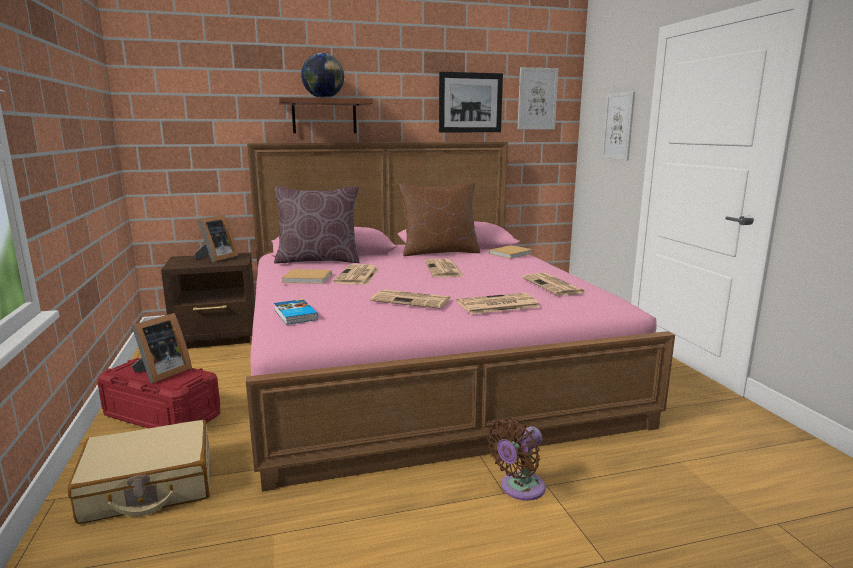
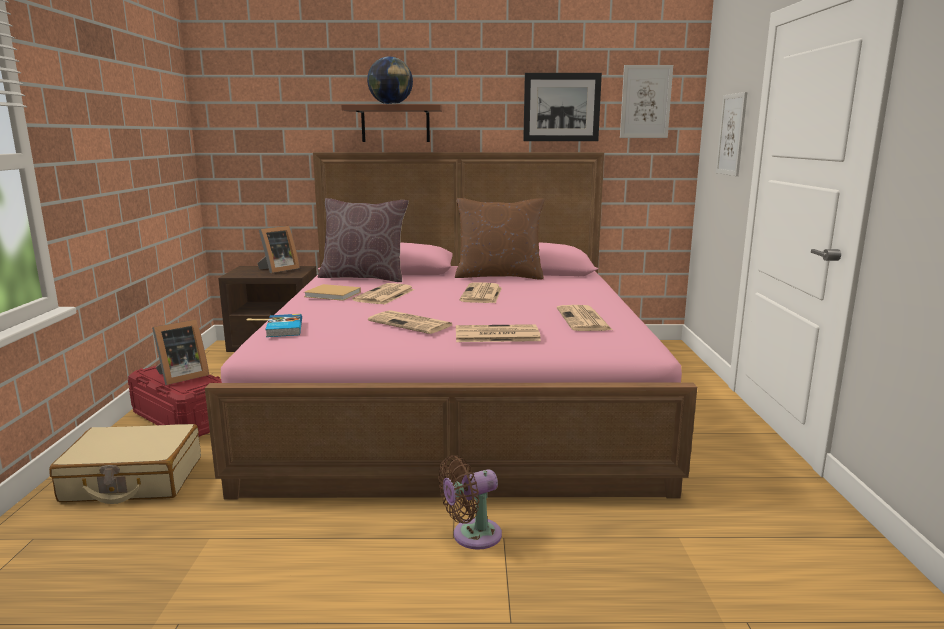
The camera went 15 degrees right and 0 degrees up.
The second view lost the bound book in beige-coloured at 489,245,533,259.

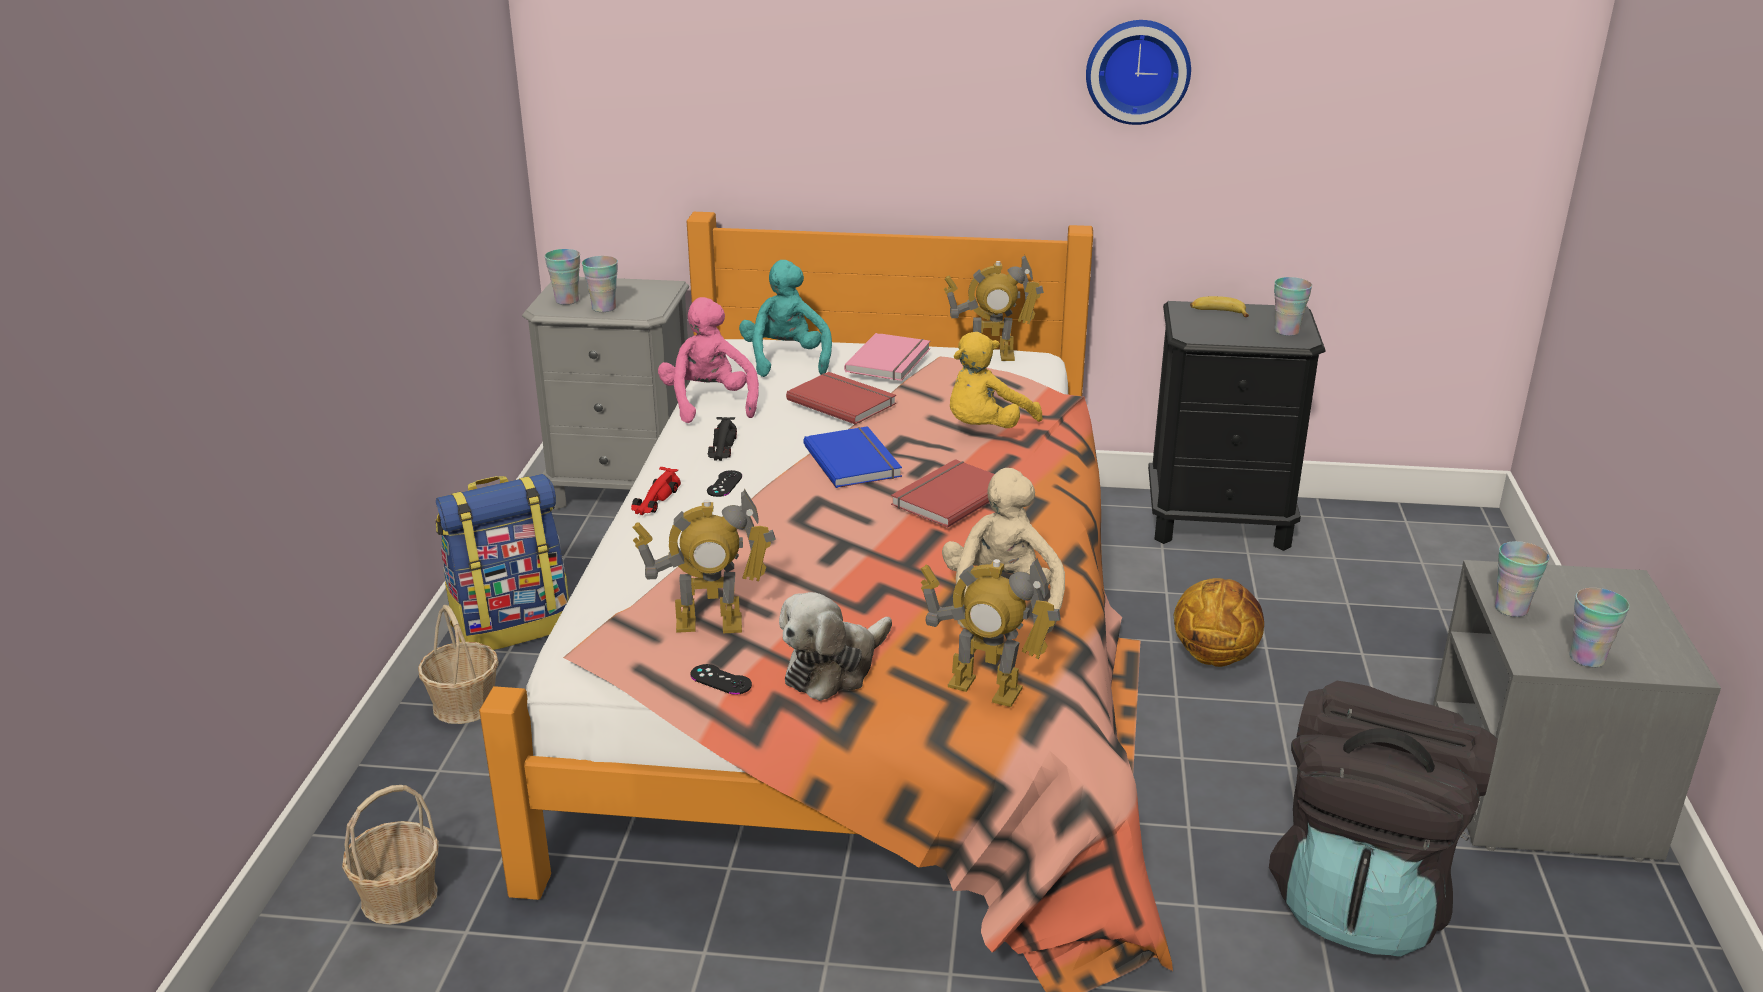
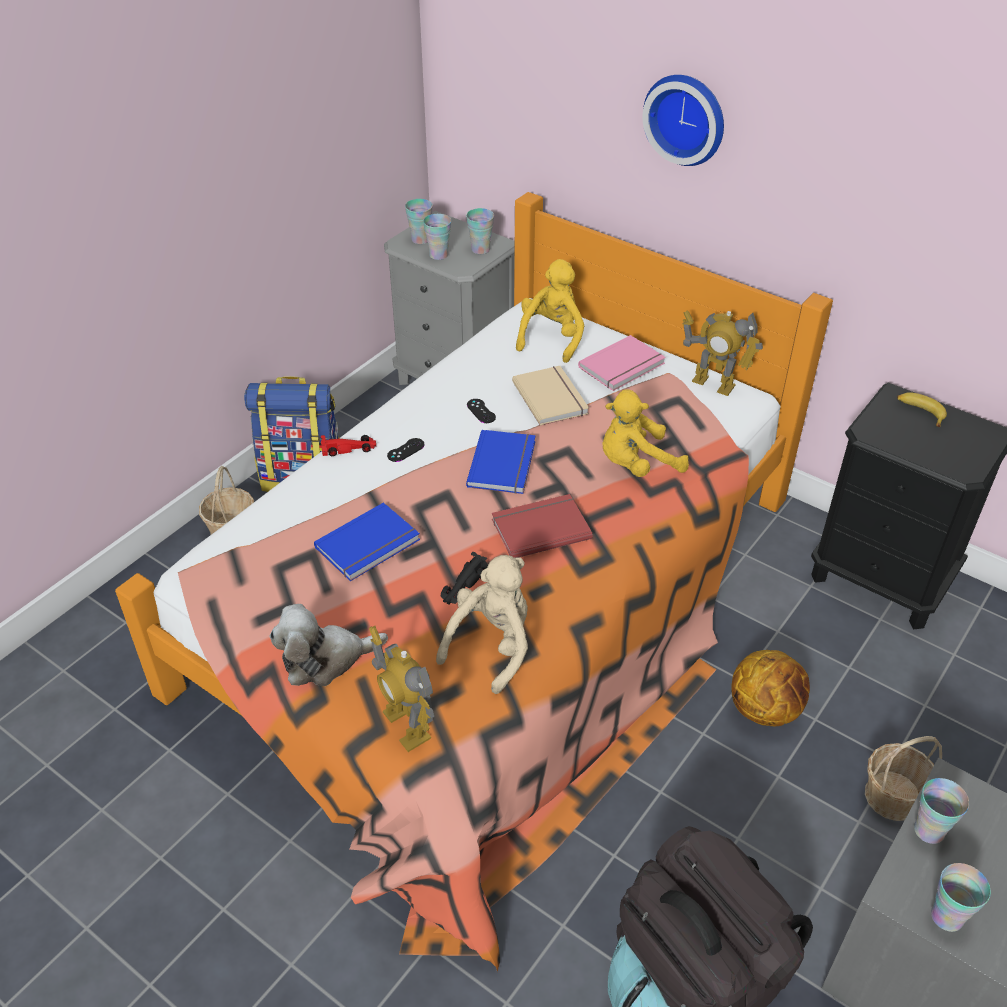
The camera went 30 degrees right and 15 degrees up.
The second view lost the toy robot at 632,489,776,633.
The second view lost the cuddly toy in pink-coloured at 658,297,759,423.
The second view gained the bound book in blue-coloured at 314,502,420,581.
The storage basket ended up elsewhere, having gone from 342,785,439,925 to 865,736,942,821.
The joypad in blackish ended up elsewhere, having gone from 691,664,752,695 to 467,399,496,423.
The model car in blackish ended up elsewhere, having gone from 708,417,737,461 to 441,552,488,605.
The clock on the wall ended up elsewhere, having gone from 1086,20,1191,125 to 643,75,724,166.
The drinking cup ended up elsewhere, having gone from 1274,277,1312,336 to 466,208,494,254.
What was the cuddly toy in blue-green at 739,260,832,377 turned into the cuddly toy in yellow at 516,259,584,363.
What was the bound book in reddish at 786,372,896,425 turned into the bound book in beige-coloured at 512,366,589,426.
The model car in reddish at 631,467,681,515 ended up facing another way, 150 degrees counterclockwise from before.

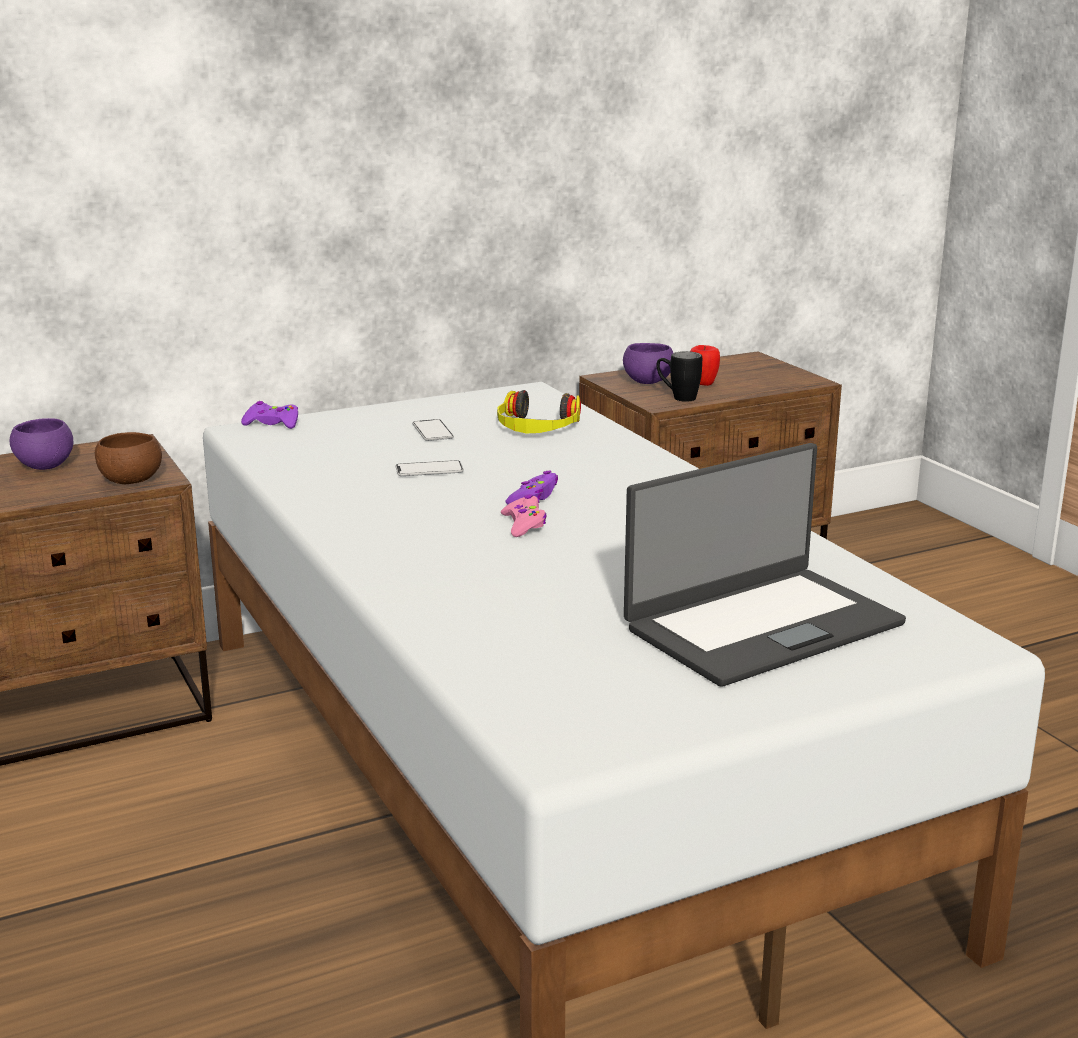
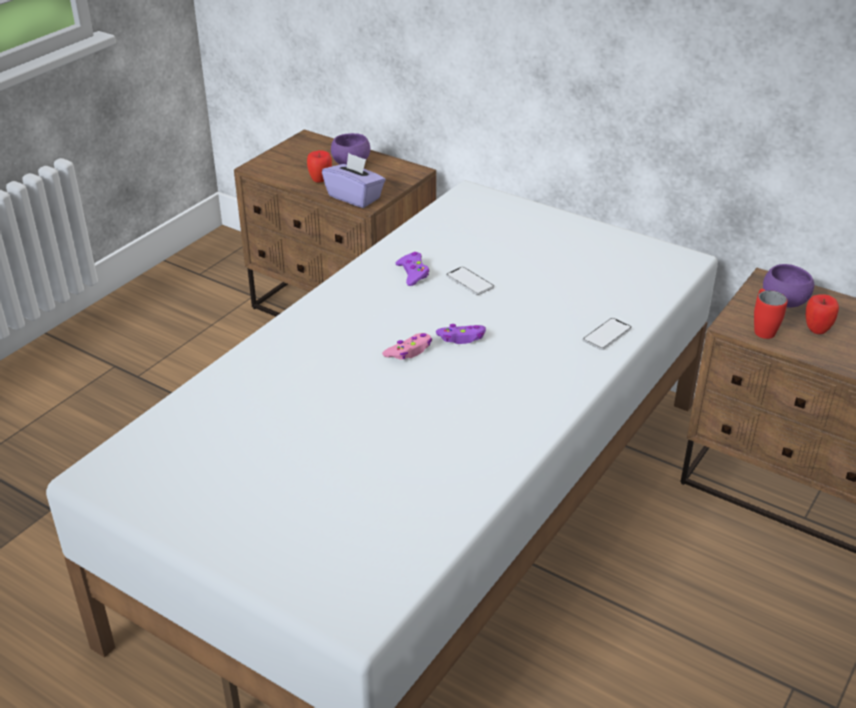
The camera went 60 degrees right and 15 degrees up.
The second view lost the pair of headphones at 497,390,581,433.
The second view lost the notebook computer at 624,443,906,686.
The second view gained the apple fruit at 307,150,332,182.
The joypad in purplish ended up elsewhere, having gone from 241,401,298,429 to 396,252,429,286.
The telephone ended up elsewhere, having gone from 412,419,454,441 to 583,318,632,350.
Where the serving bowl in brown-coloured stood at 95,432,162,484, the tissue box in purplish came to stand at 322,152,386,208.
What was the tea mug in blackish at 656,351,702,402 turned into the tea mug in reddish at 754,289,788,339.

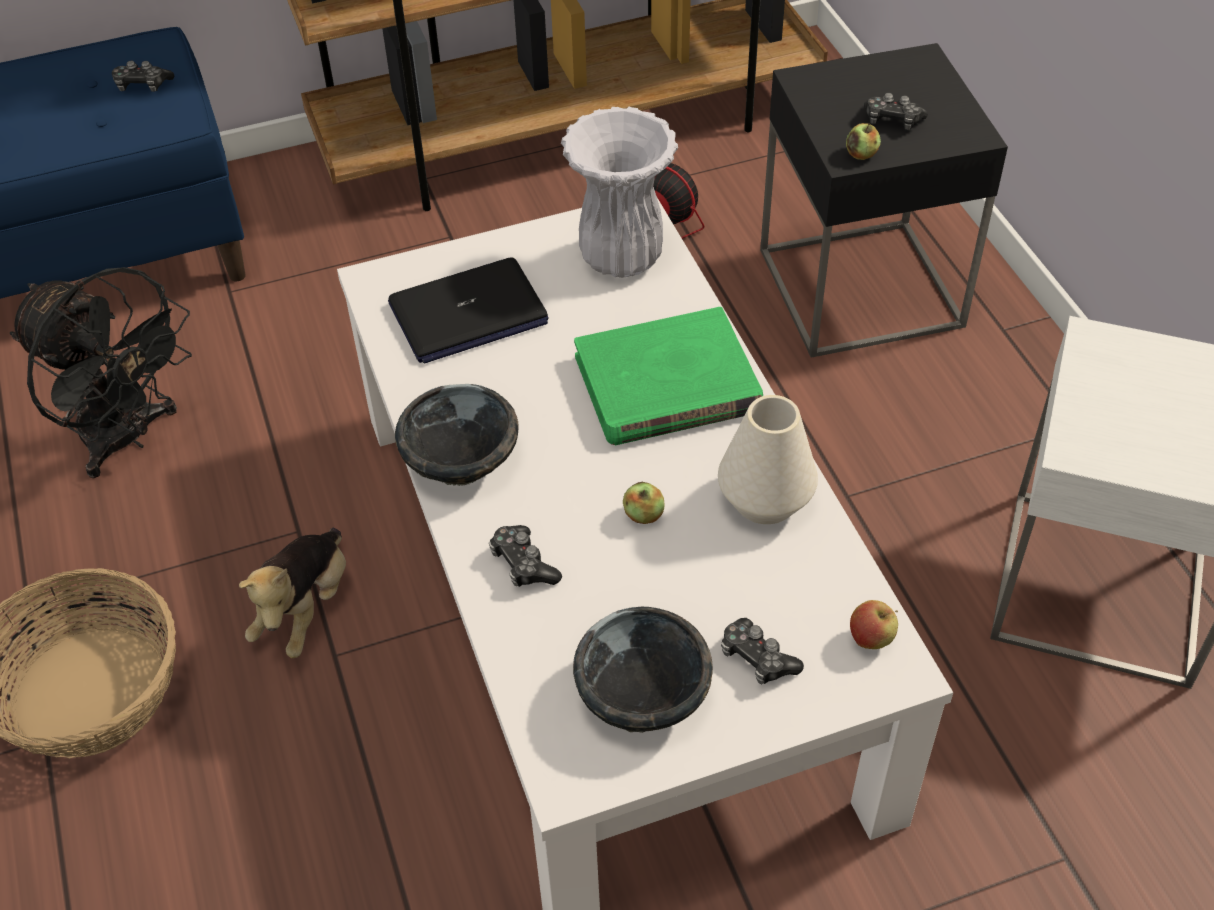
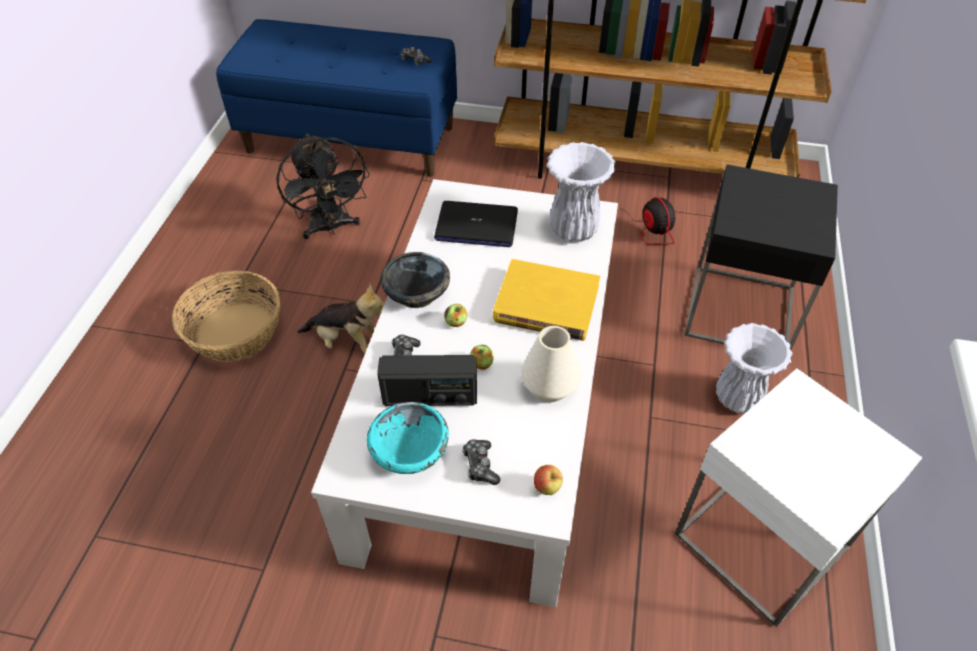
The camera went 30 degrees right and 0 degrees up.
The second view lost the joypad at 864,93,928,130.
The second view gained the radio set at 377,355,477,406.
The second view gained the decorative vase in white at 716,323,792,413.
The apple fruit ended up elsewhere, having gone from 846,123,881,160 to 444,304,467,327.
What was the serving bowl in blackish at 573,607,713,733 turned into the serving bowl in blue-green at 367,402,449,474.
What was the bound book in green at 574,307,763,445 turned into the bound book in yellow at 493,259,600,341.
The cuddly toy at 239,528,346,658 ended up facing another way, 120 degrees counterclockwise from before.

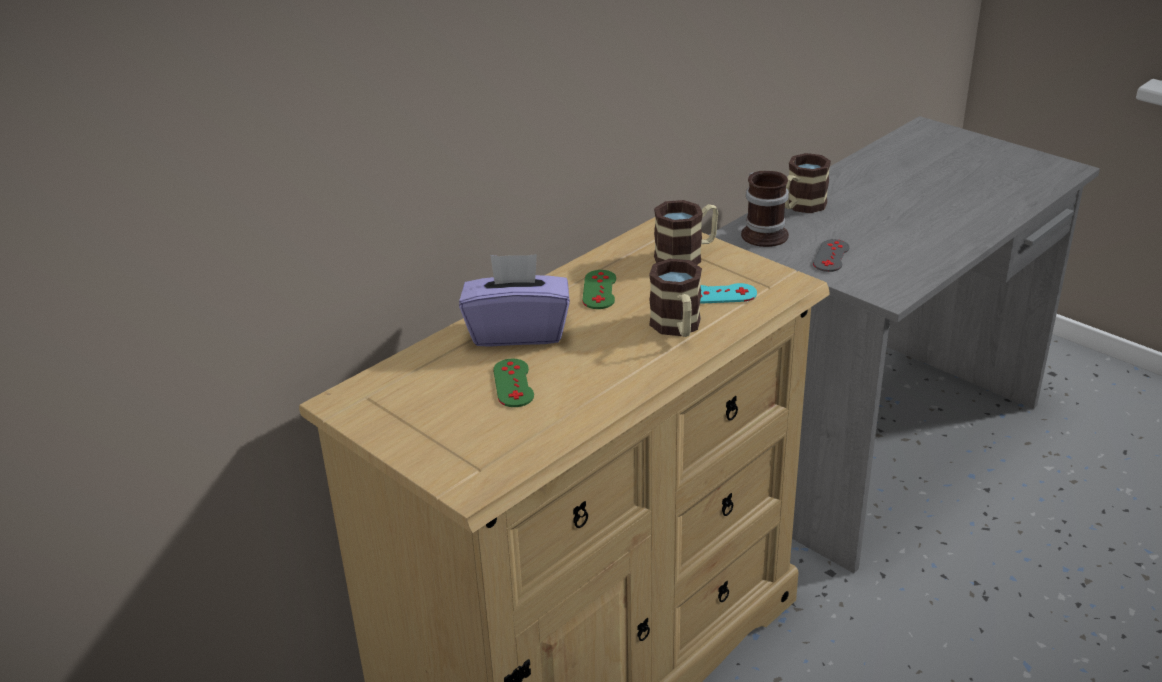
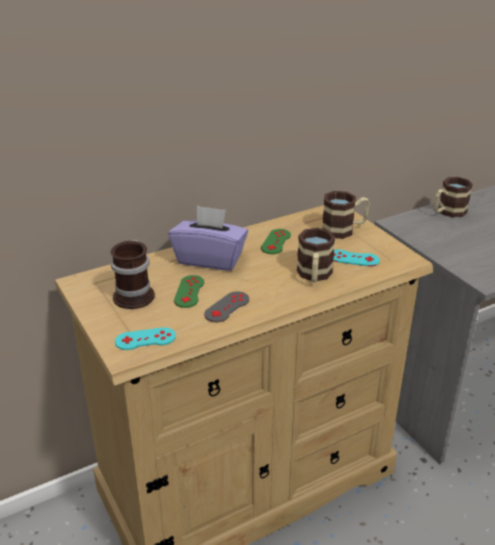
The camera went 15 degrees right and 0 degrees up.
The second view gained the joypad in blue-green at 115,327,176,350.
The tea mug ended up elsewhere, having gone from 741,171,789,247 to 111,240,155,309.
The joypad in greyish ended up elsewhere, having gone from 813,239,849,272 to 204,291,249,322.

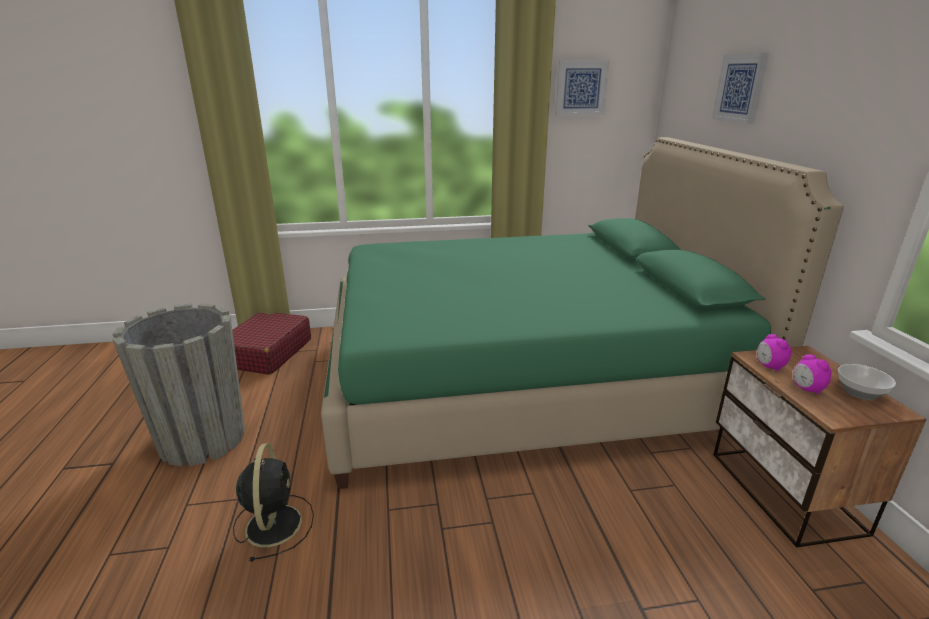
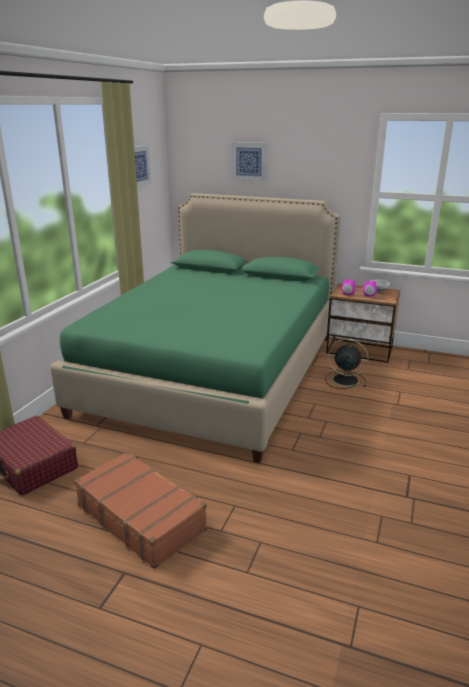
The camera went 60 degrees left and 0 degrees up.
The electric fan in blackish ended up elsewhere, having gone from 233,443,314,562 to 325,339,368,389.
Where the plant pot in greyish stood at 112,303,245,467, the piece of luggage in brown-coloured came to stand at 74,452,207,569.

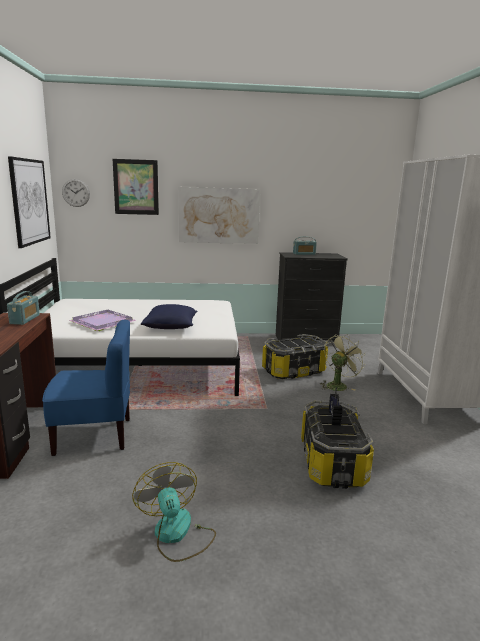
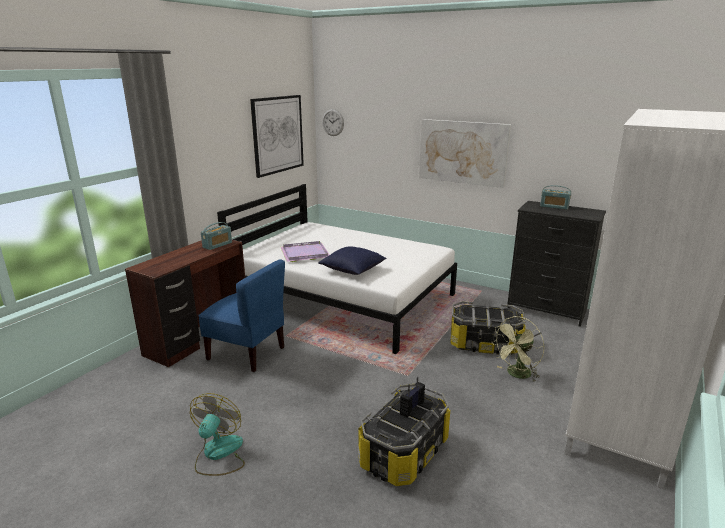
The camera went 35 degrees right and 5 degrees up.
The second view lost the wall art at 113,159,159,215.
The electric fan in green at 320,334,366,391 ended up facing another way, 150 degrees clockwise from before.

